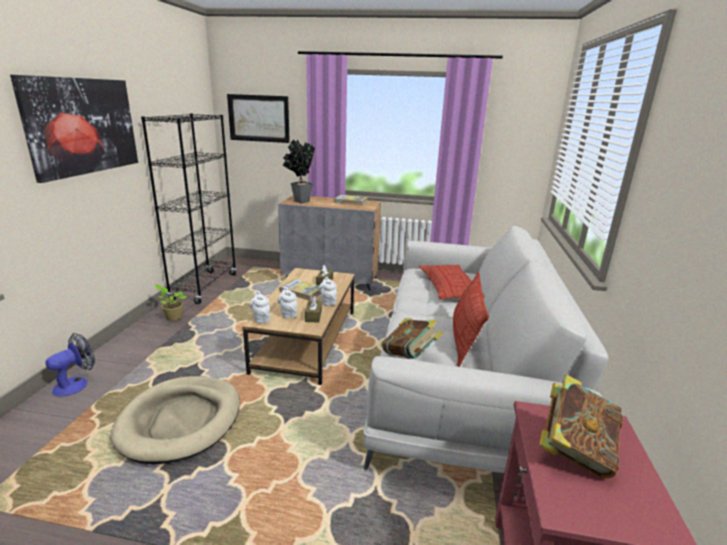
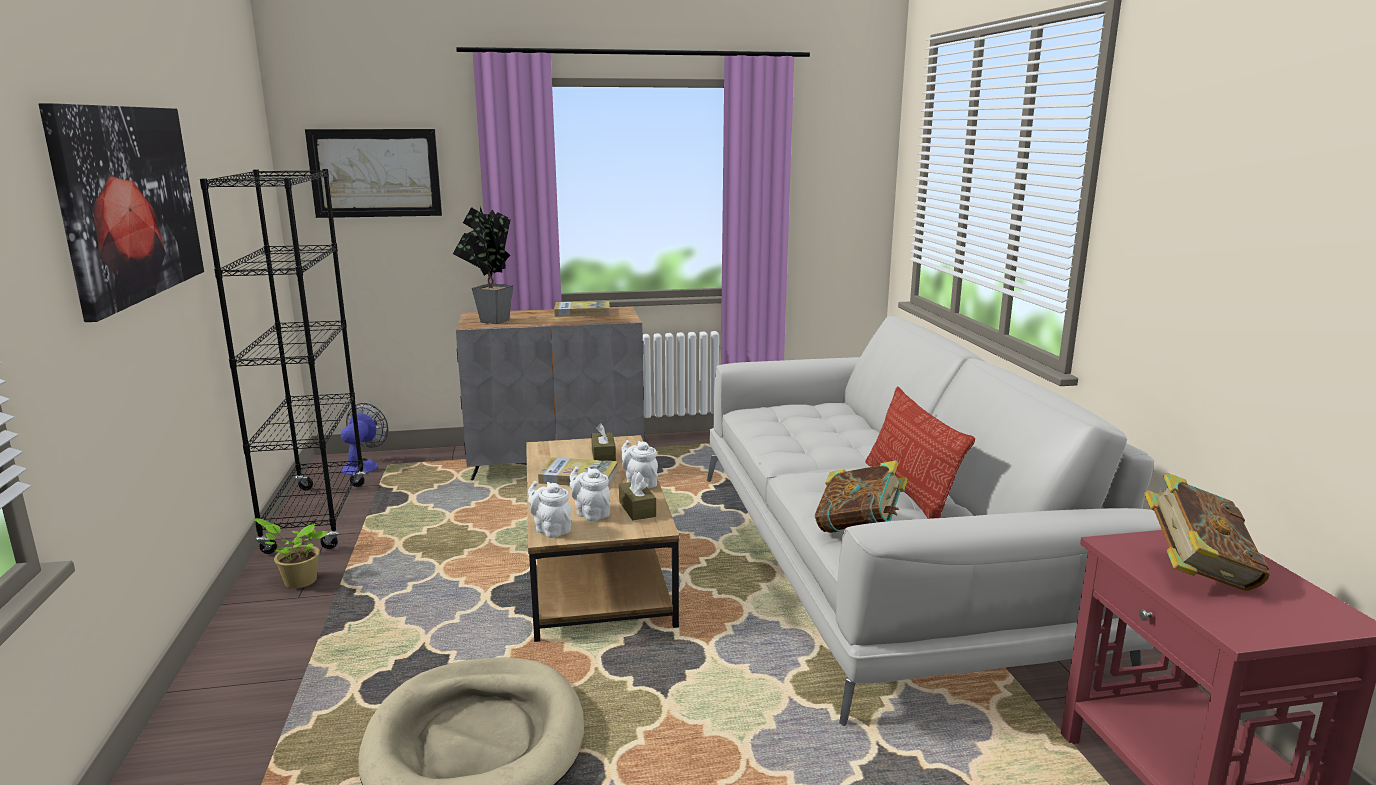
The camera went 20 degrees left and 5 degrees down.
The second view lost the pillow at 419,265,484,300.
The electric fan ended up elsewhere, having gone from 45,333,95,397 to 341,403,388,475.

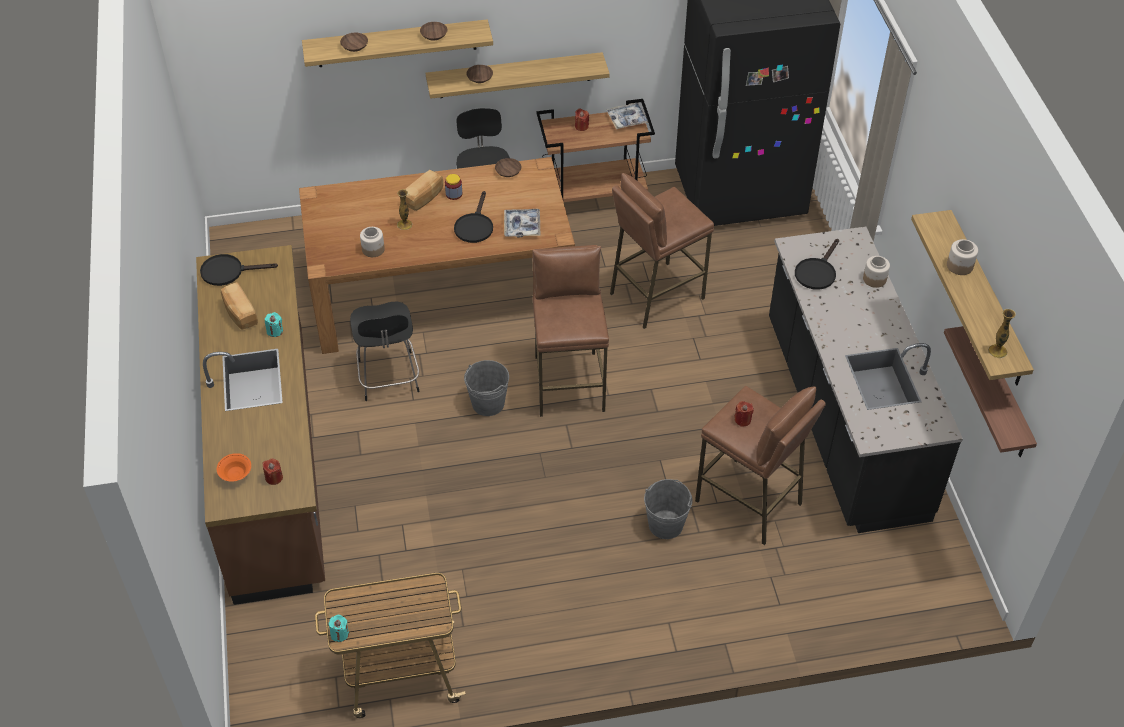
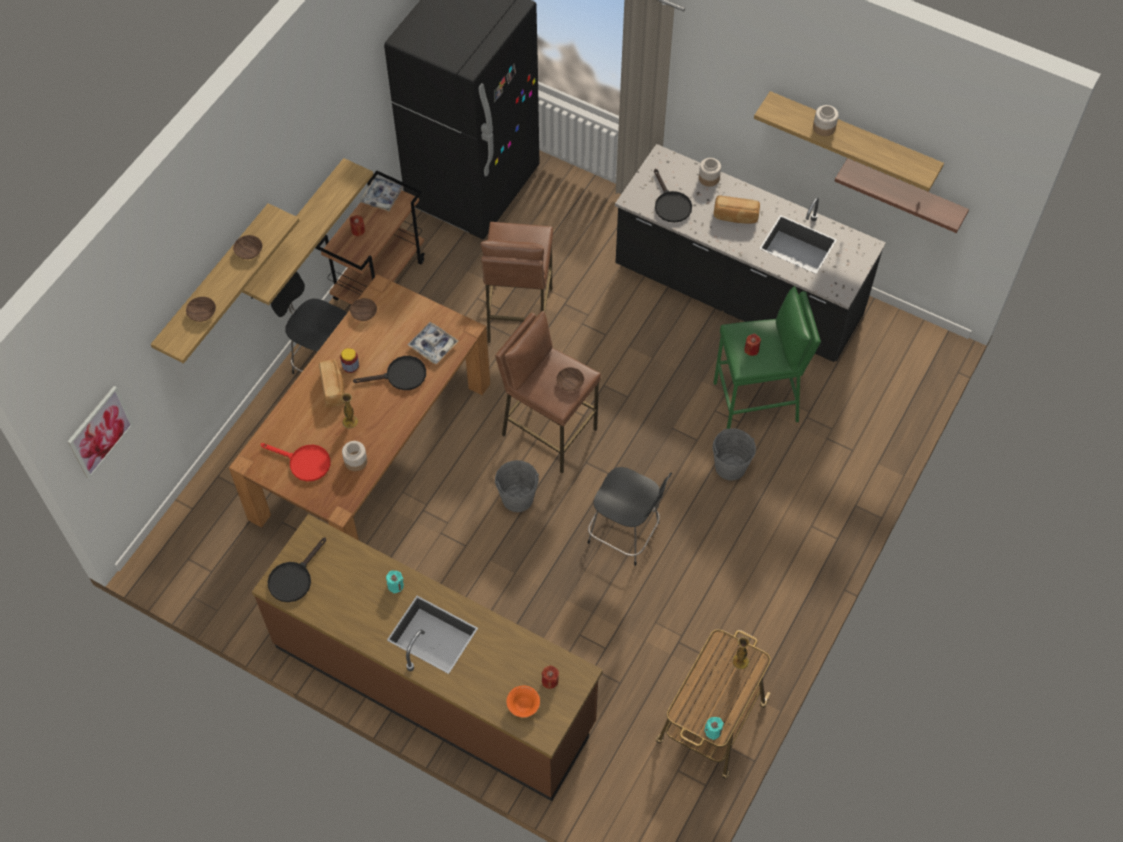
The camera went 50 degrees left and 10 degrees up.
The second view gained the wall art at 67,386,134,479.
The second view gained the frying pan in reddish at 261,443,330,481.
The bread ended up elsewhere, having gone from 221,282,258,330 to 714,195,760,224.
The chair in blackish ended up elsewhere, having gone from 350,302,420,401 to 588,467,672,566.
The serving bowl in brown-coloured ended up elsewhere, having gone from 466,65,493,83 to 556,367,584,391.
The decorative vase ended up elsewhere, having gone from 988,309,1016,358 to 732,637,750,669.
What was the sitting stool in brown-coloured at 695,386,826,545 turned into the sitting stool in green at 713,286,821,429.
The frying pan in blackish at 454,191,493,243 ended up facing another way, 60 degrees counterclockwise from before.

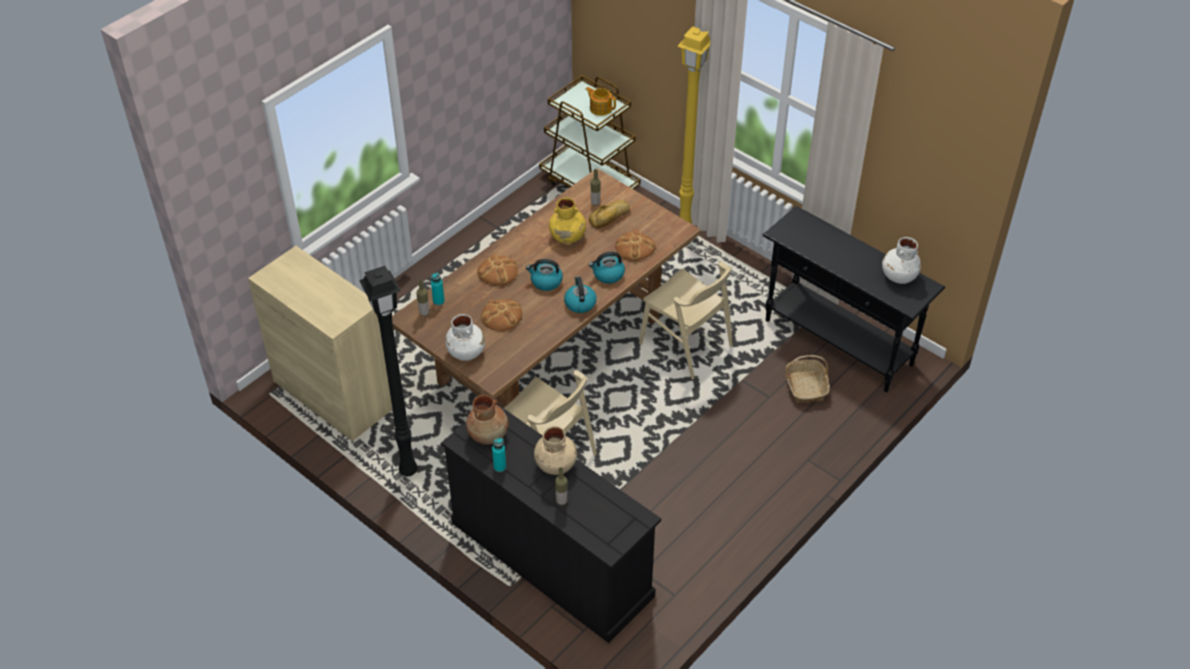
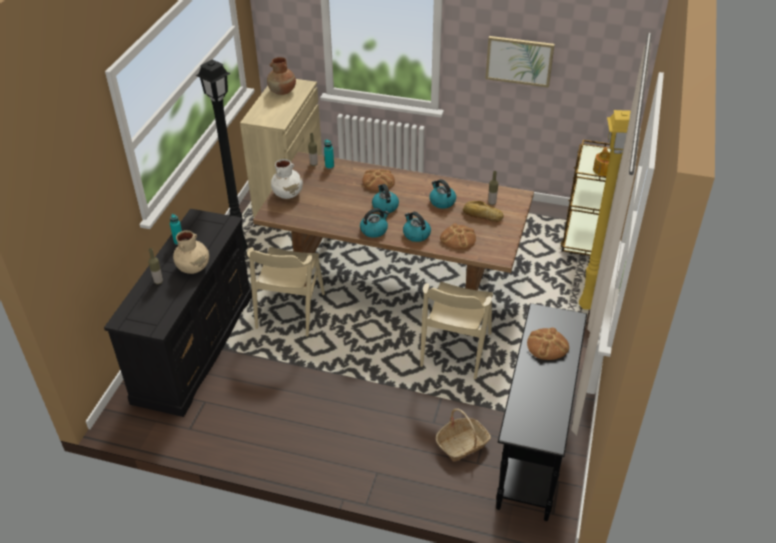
The camera went 65 degrees right and 5 degrees down.
The second view lost the decorative vase in white at 882,237,921,284.
The second view gained the wall art at 485,36,555,88.
The decorative vase in brown-coloured ended up elsewhere, having gone from 466,395,509,445 to 267,57,296,95.
The bread ended up elsewhere, having gone from 481,299,522,331 to 527,327,569,360.
Where the decorative vase in yellow stood at 549,198,586,243, the kettle came to stand at 429,179,456,209.

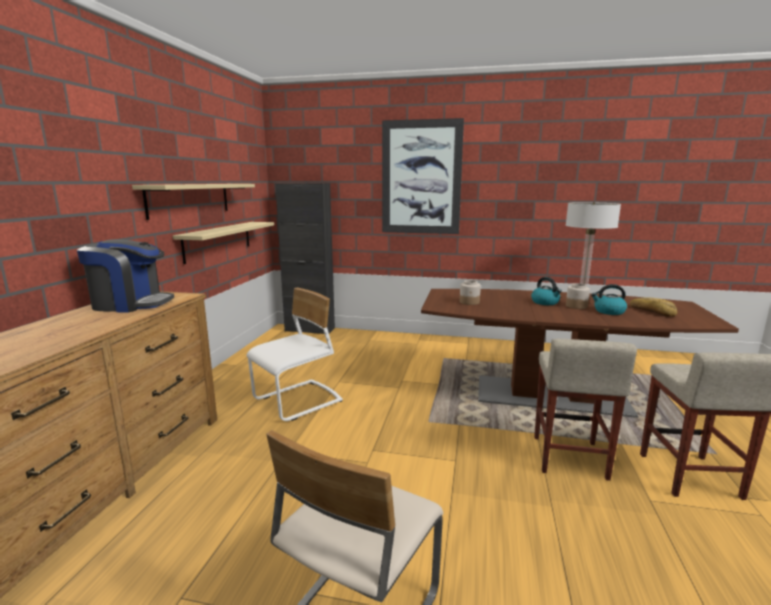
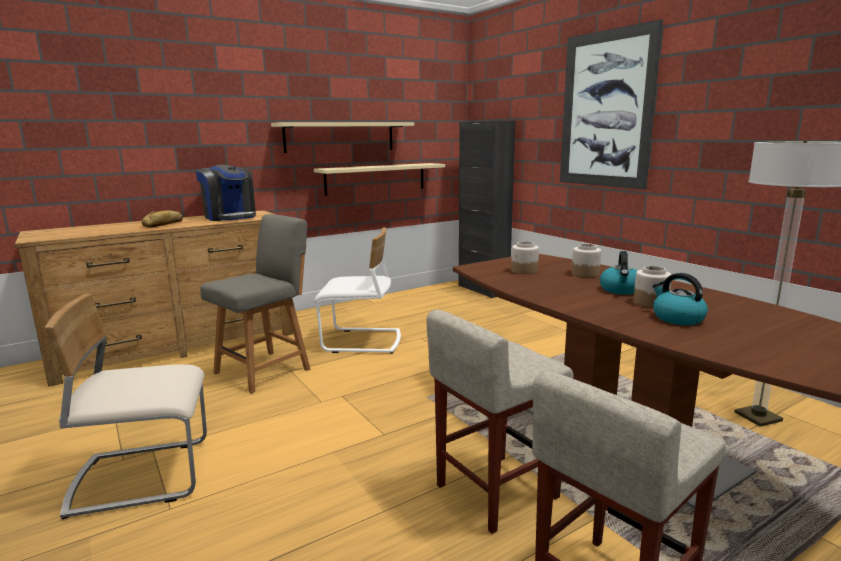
The camera went 45 degrees right and 0 degrees up.
The second view gained the chair in greyish at 200,214,310,394.
The second view gained the preserve jar at 572,243,602,277.
The bread ended up elsewhere, having gone from 630,297,677,317 to 142,210,183,228.

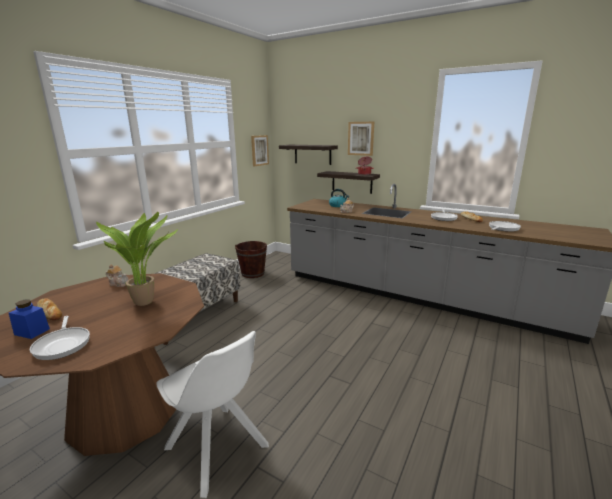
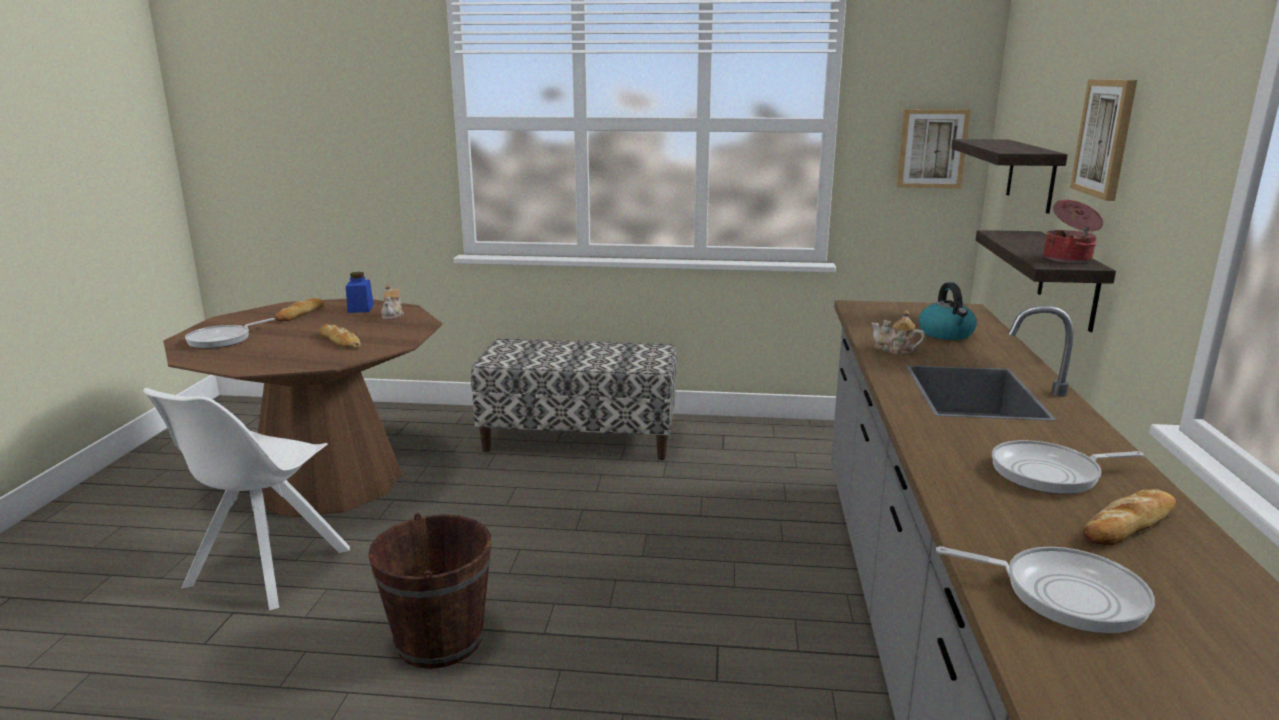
The camera went 65 degrees right and 0 degrees up.
The preserve jar in blue-coloured ended up elsewhere, having gone from 9,299,50,339 to 346,272,374,313.
The pail in brown-coloured ended up elsewhere, having gone from 235,241,267,278 to 368,513,491,669.
Where the potted plant stood at 96,212,178,306, the bread came to stand at 320,324,361,348.

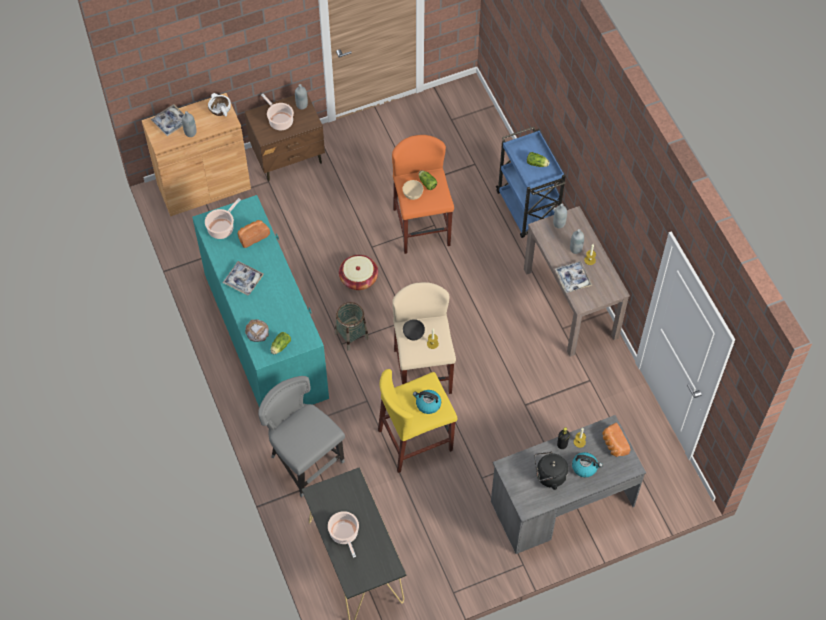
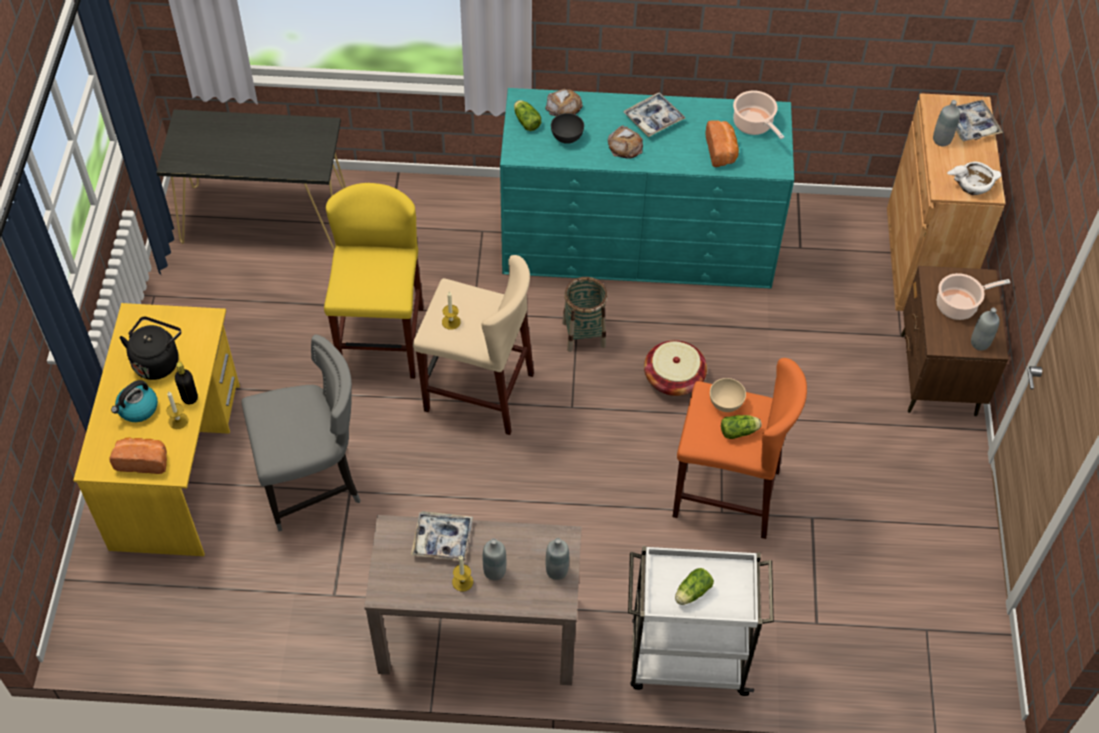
The camera went 115 degrees right and 5 degrees down.
The second view lost the saucepot at 328,511,359,558.
The second view lost the kettle at 413,390,441,414.
The second view gained the bread at 607,125,643,159.
The chair in greyish ended up elsewhere, having gone from 258,376,345,497 to 241,334,360,532.
The serving bowl in greyish ended up elsewhere, having gone from 403,319,425,340 to 551,113,584,144.
What was the desk table in greyish at 491,415,646,554 turned into the desk table in yellow at 73,303,240,556.
What was the cart in blue-coloured at 496,127,566,238 turned into the cart in white at 628,546,774,696.

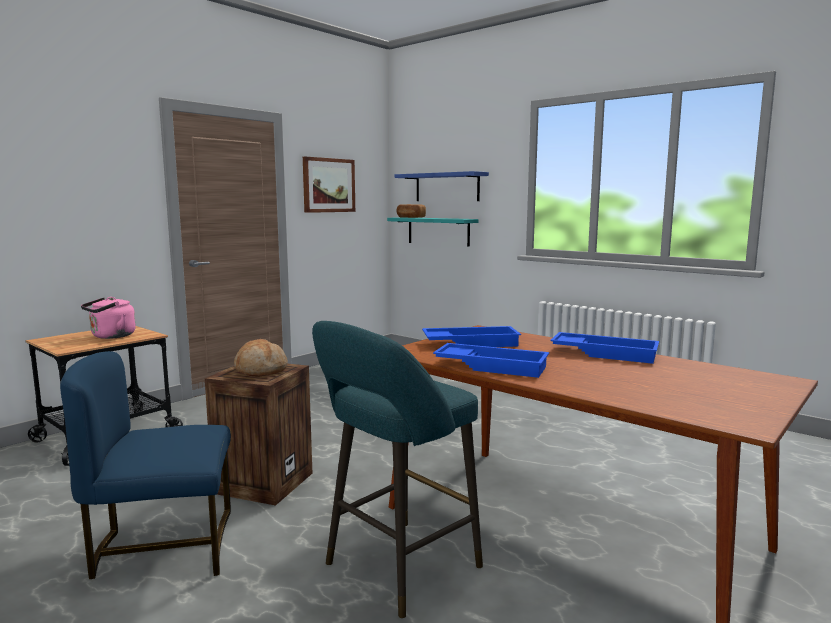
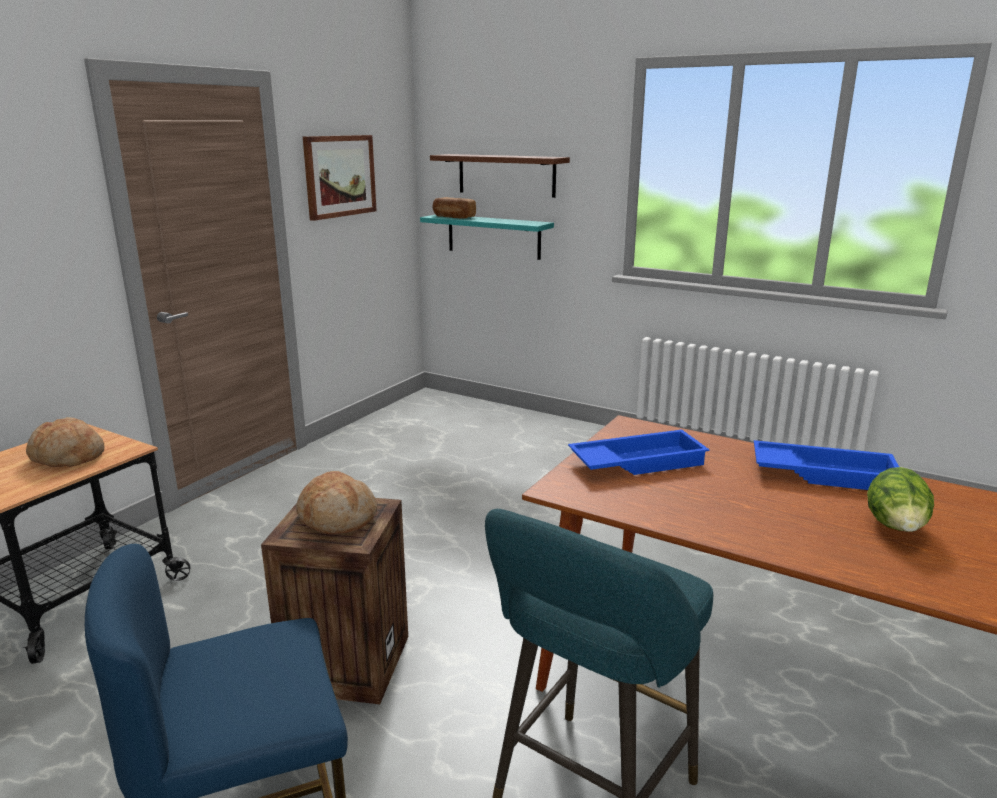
The camera went 10 degrees left and 10 degrees up.
The second view lost the carrying tray in blue-coloured at 433,343,549,378.
The second view gained the lettuce head at 867,467,934,532.
Where the kettle in pink-coloured stood at 81,297,136,339, the bread came to stand at 26,417,104,467.
What was the shelf in blue-coloured at 395,171,489,201 turned into the shelf in brown-coloured at 430,154,570,198.

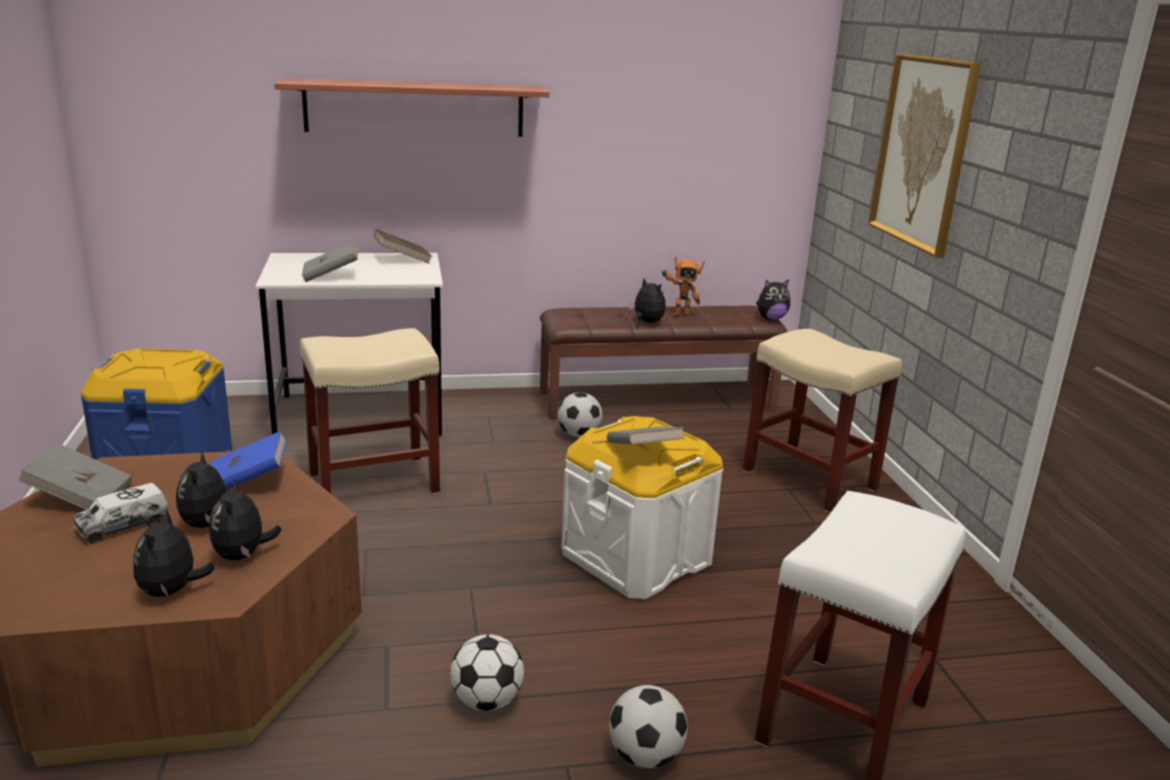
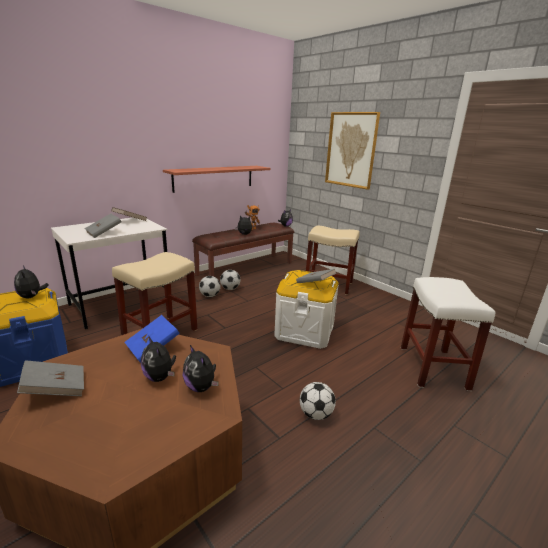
The camera went 30 degrees left and 0 degrees up.
The second view lost the toy lorry at 73,483,170,544.
The cuddly toy ended up elsewhere, having gone from 133,509,215,597 to 14,265,48,299.
The shelf ended up elsewhere, having gone from 275,78,550,137 to 163,166,271,193.
The football ball ended up elsewhere, having gone from 609,685,688,768 to 199,276,221,297.

